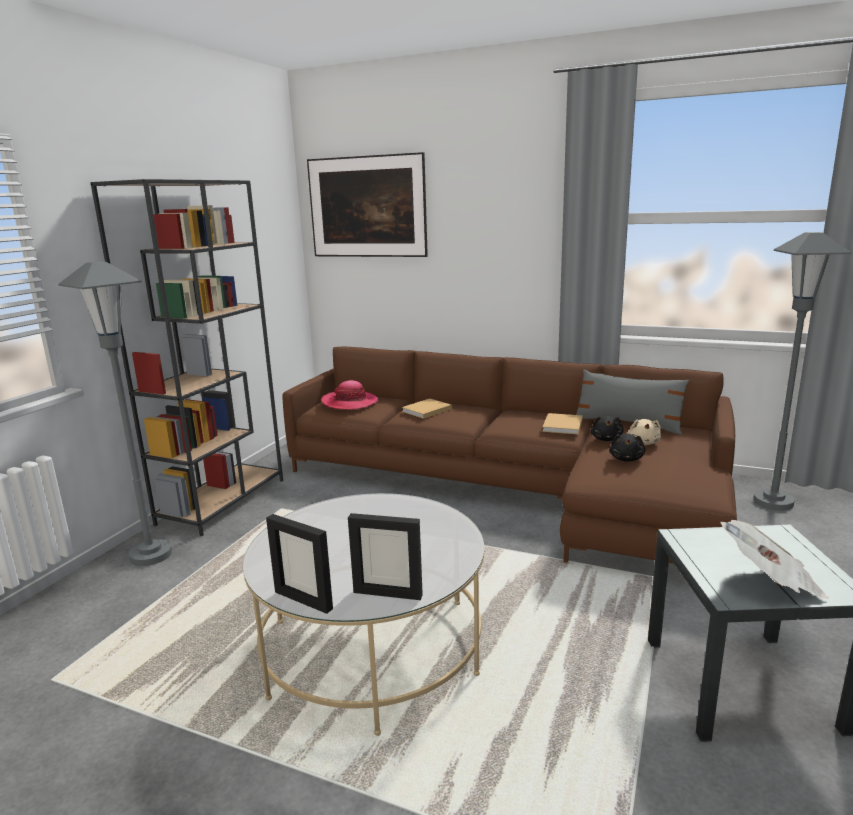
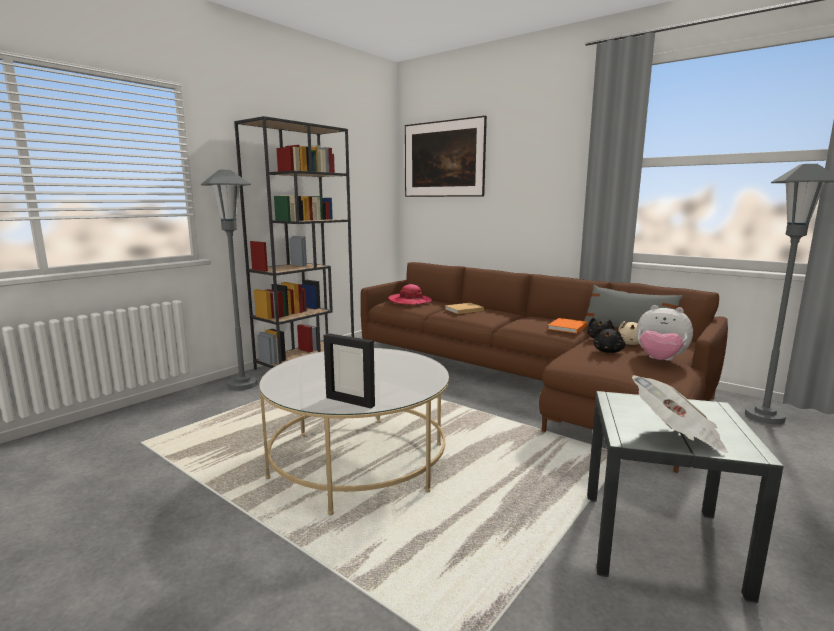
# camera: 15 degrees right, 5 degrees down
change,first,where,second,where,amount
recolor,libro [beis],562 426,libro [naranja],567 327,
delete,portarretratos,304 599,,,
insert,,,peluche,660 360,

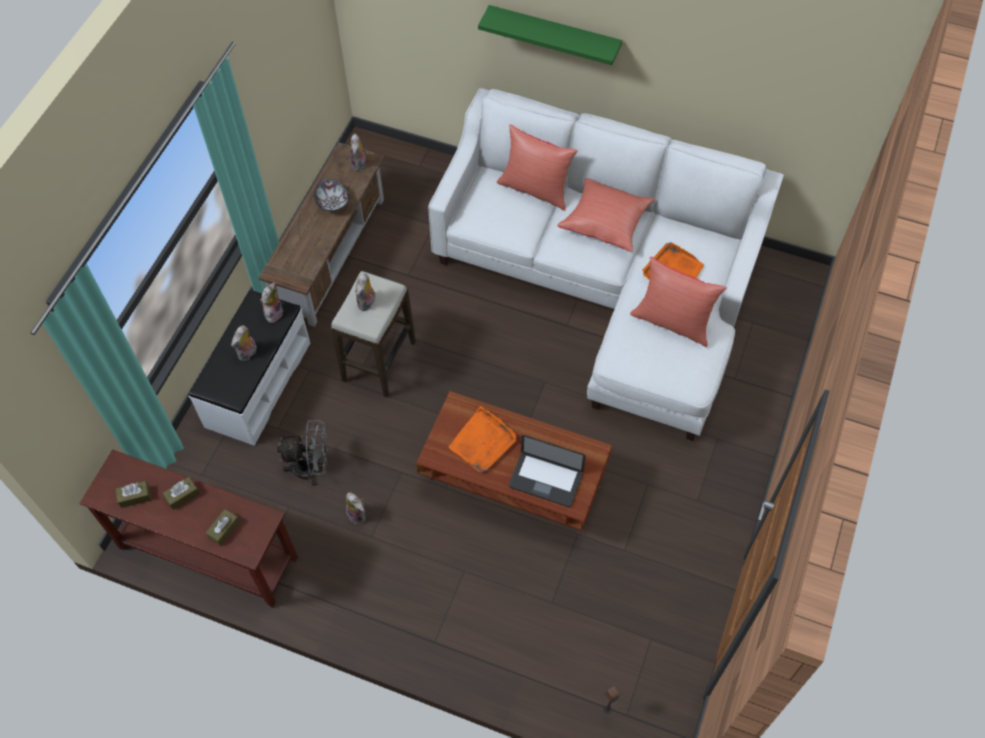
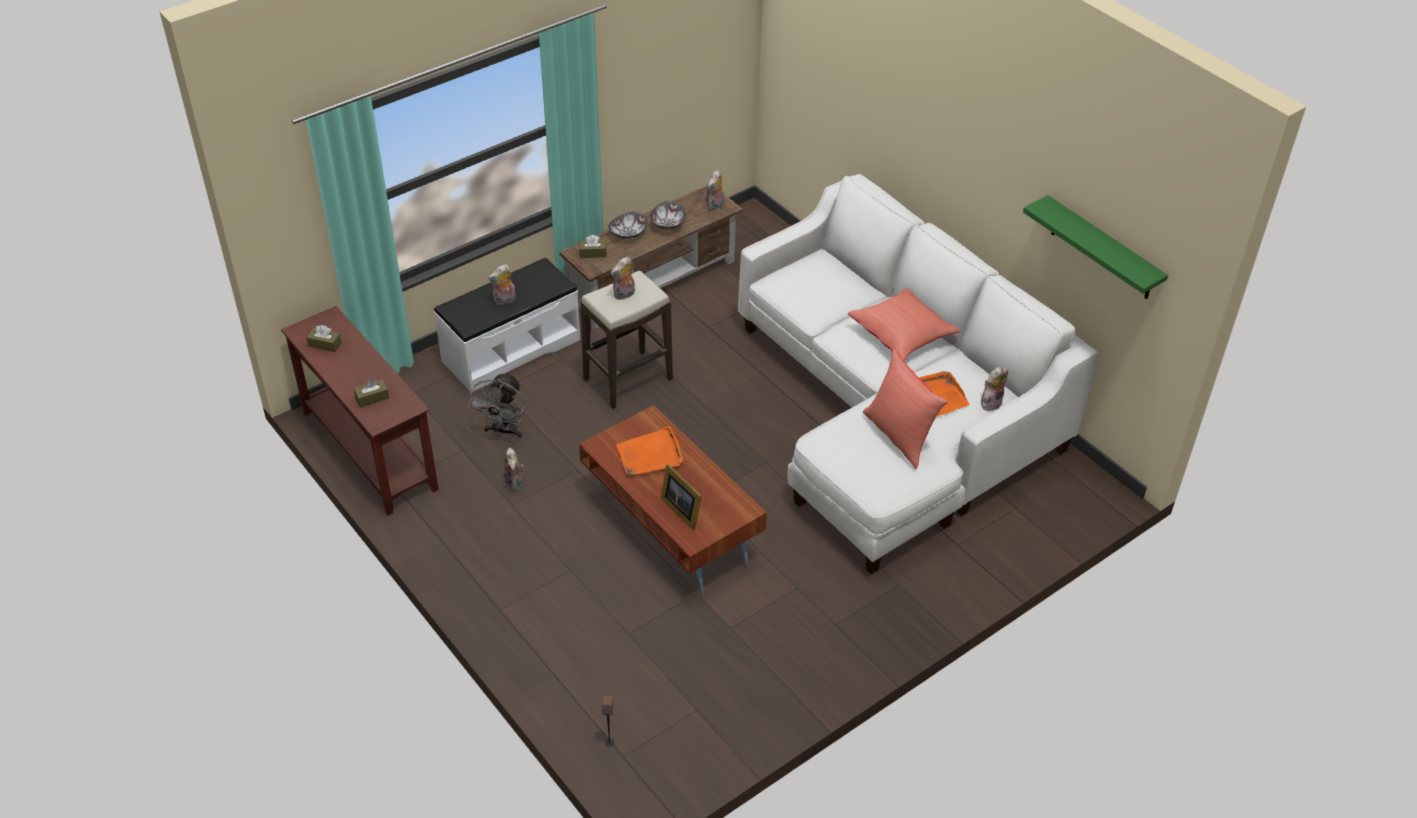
# camera: 30 degrees right, 15 degrees down
change,first,where,second,where,amount
move,estante [verde],554 35,,1102 249,
delete,cojín [rojo],535 189,,,
move,peluche,273 312,,990 402,
rotate,ventilador [gris],311 468,,504 431,75 degrees clockwise
replace,portátil,545 480,portarretratos,682 509,
move,caja de pañuelos [marrón],183 496,,593 253,
insert,,,cuenco,628 234,

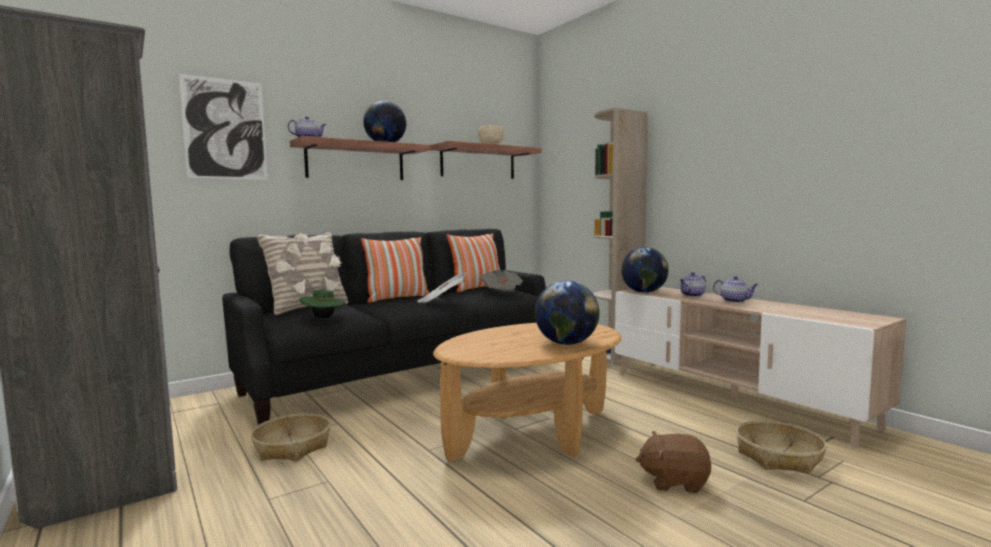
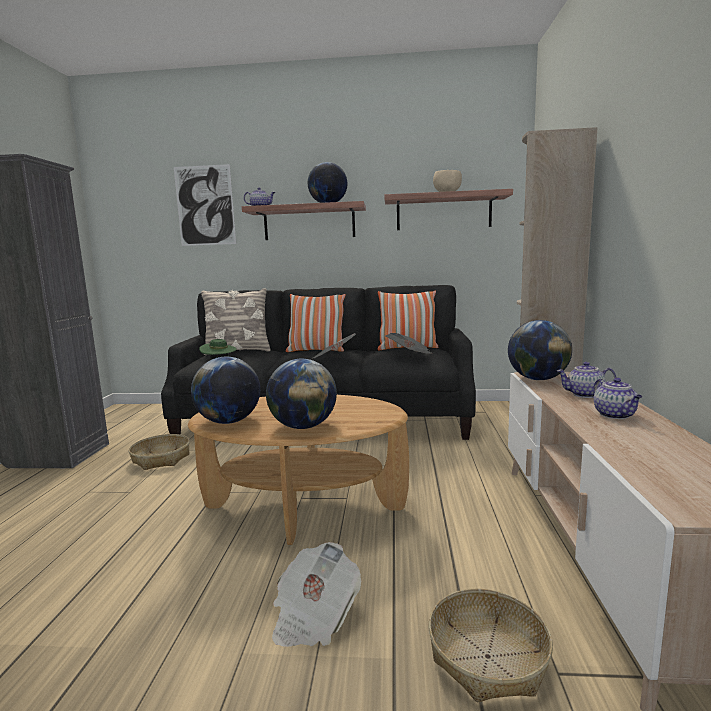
# camera: 40 degrees right, 5 degrees up
change,first,where,second,where,amount
replace,peluche [marrón],674 481,periódico,314 616,
insert,,,globo terráqueo,229 421,

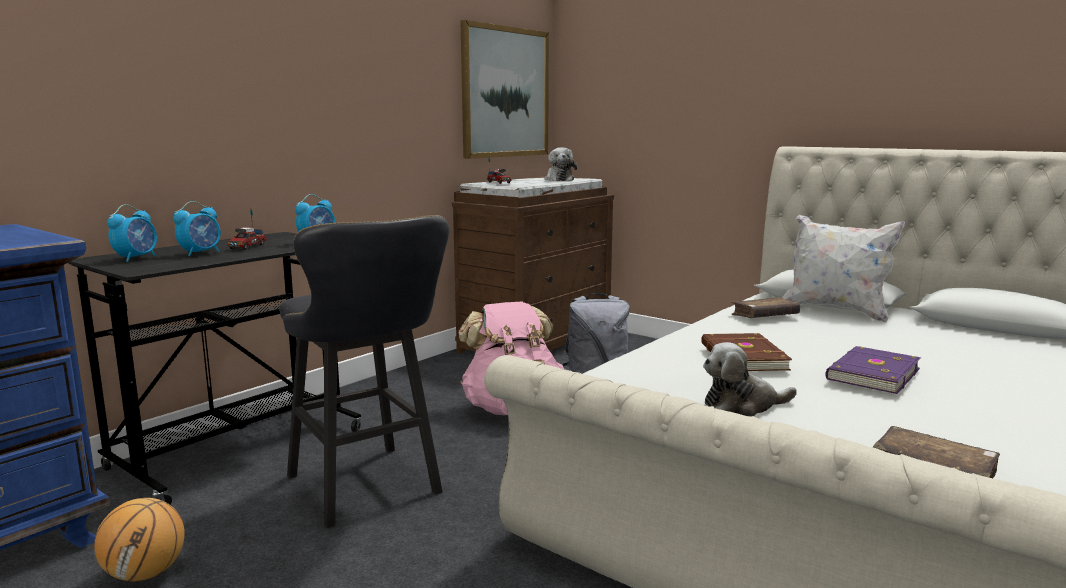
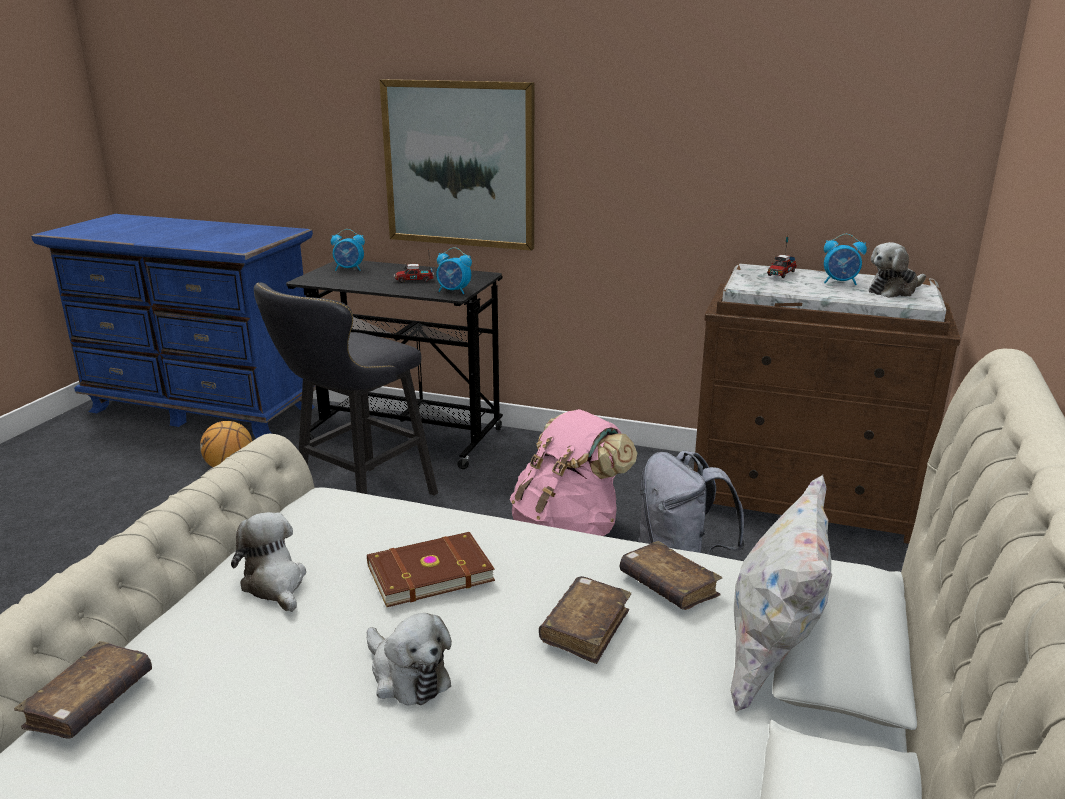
# camera: 70 degrees right, 10 degrees up
change,first,where,second,where,amount
move,cuadro,505 92,,459 164,
move,despertador,201 253,,840 282,
replace,libro [morado],871 374,peluche,407 675,
insert,,,libro [marrón],585 628,

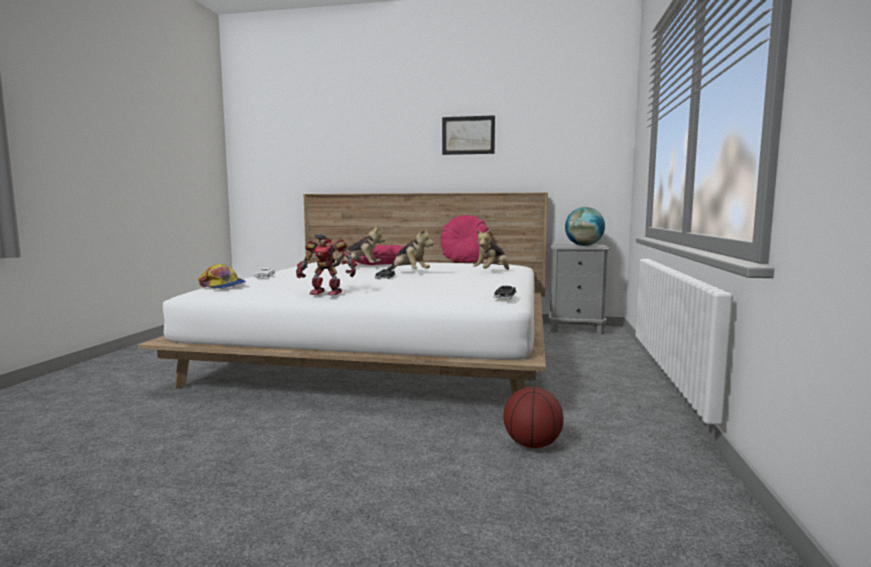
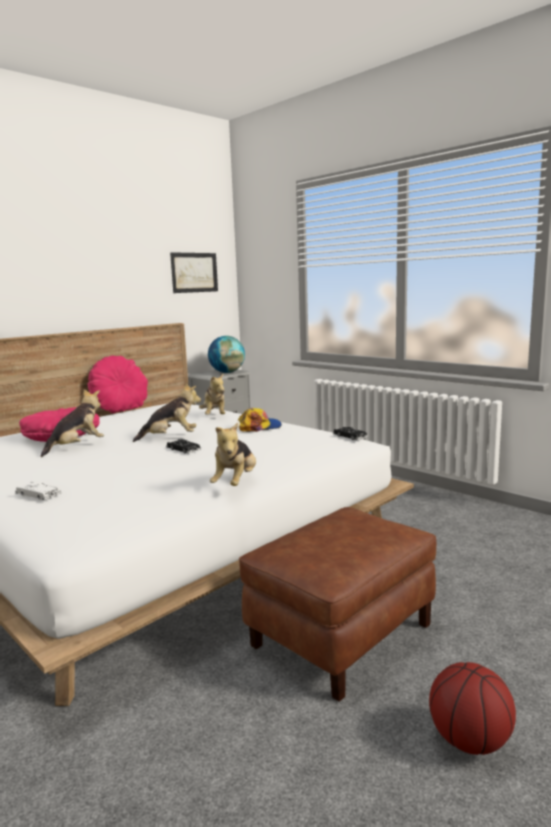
# camera: 55 degrees left, 5 degrees up
change,first,where,second,where,amount
move,cuadro,468 135,,194 272,
replace,robot de juguete,326 293,peluche,236 483,
move,gorra,222 285,,259 427,
move,balón de baloncesto,532 444,,469 740,
insert,,,puf [marrón],341 634,

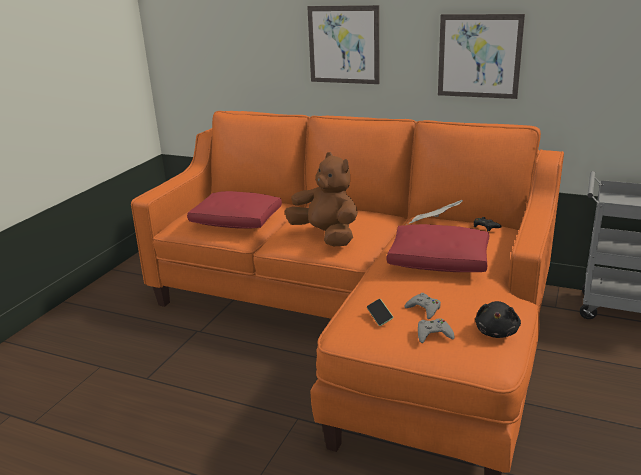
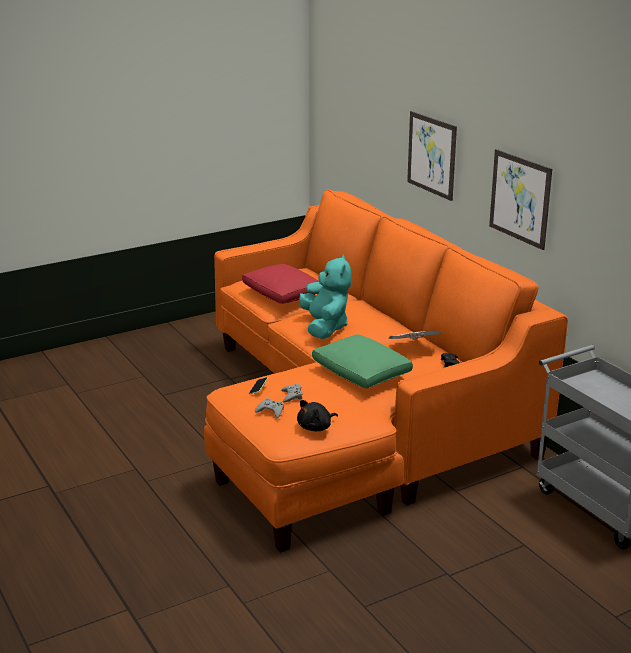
# camera: 35 degrees right, 0 degrees up
change,first,where,second,where,amount
recolor,peluche [marrón],326 236,peluche [turquesa],325 327,
recolor,cojín [rojo],439 262,cojín [verde],362 373,

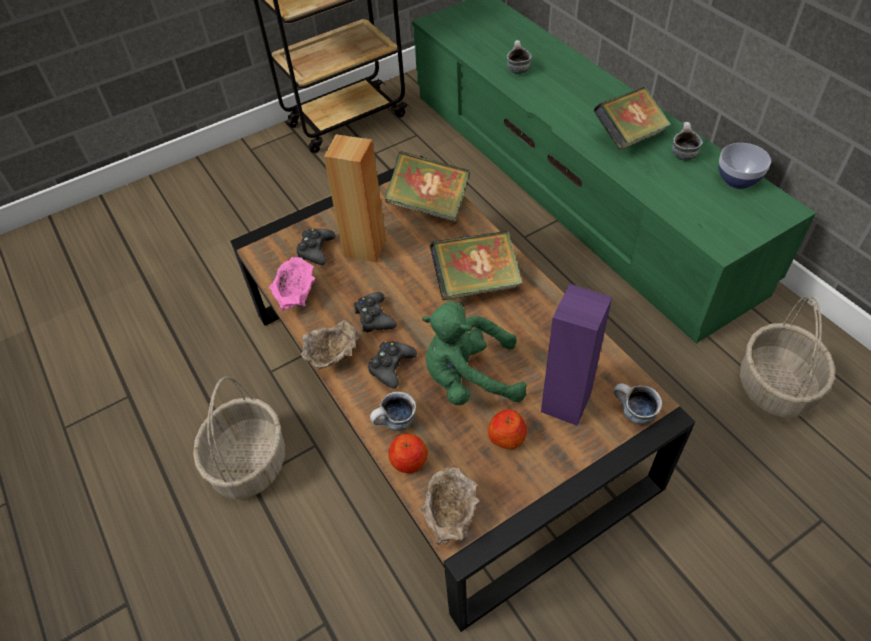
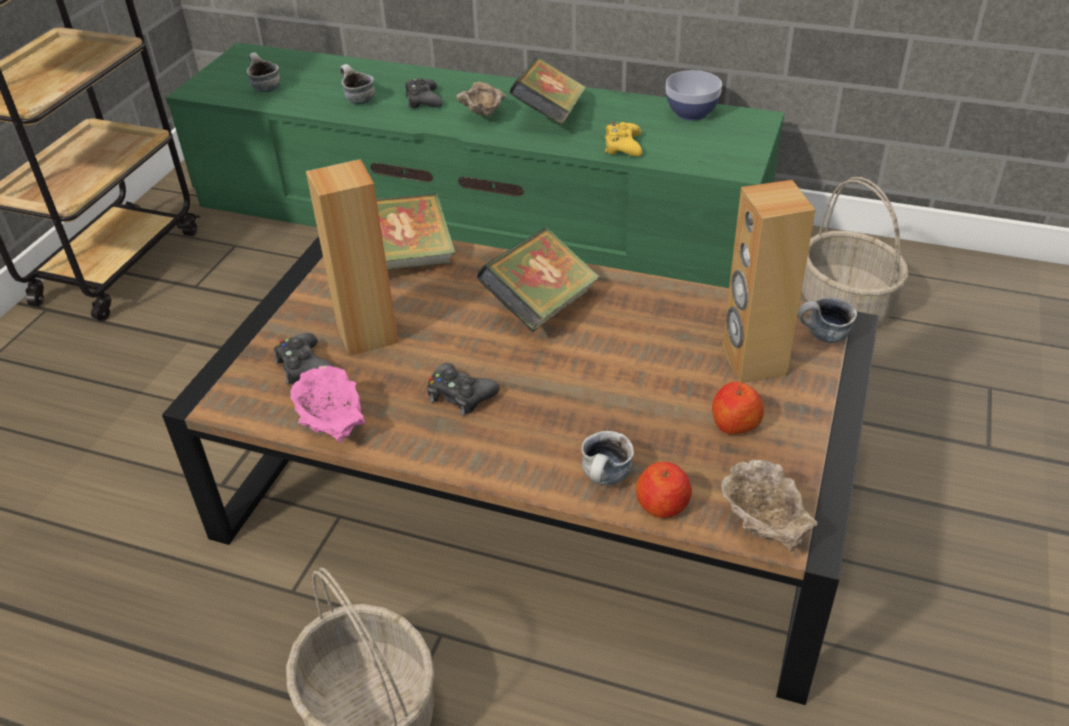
# camera: 40 degrees left, 10 degrees down
change,first,where,second,where,amount
move,taza grande,682 153,,264 88,
recolor,altavoz [morado],565 402,altavoz [marrón],753 362,
delete,peluche [verde],469 378,,,
move,cuenco [beis],334 357,,483 116,
move,mando de consola [negro],391 367,,423 100,
insert,,,mando de consola [amarillo],623 146,

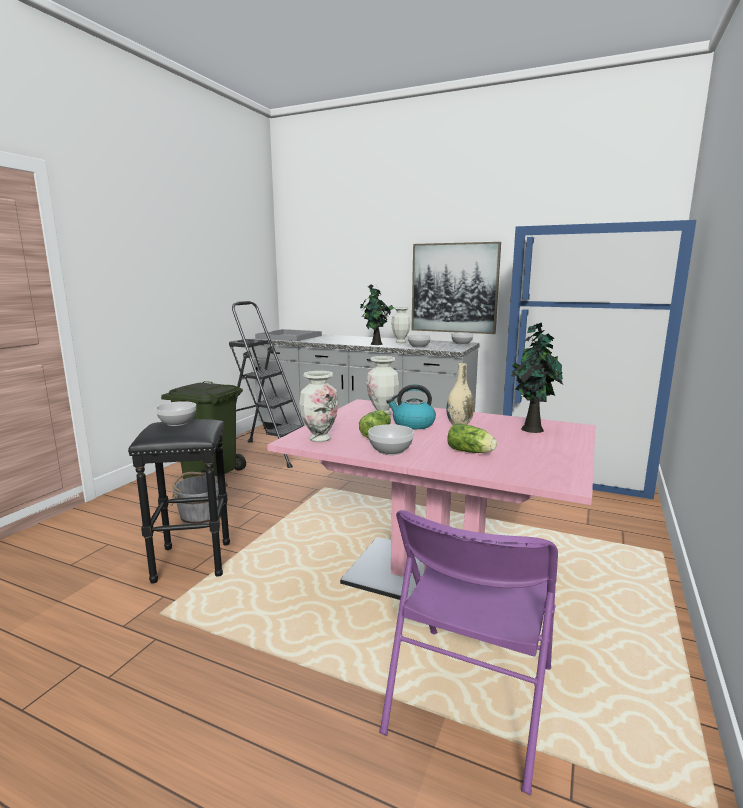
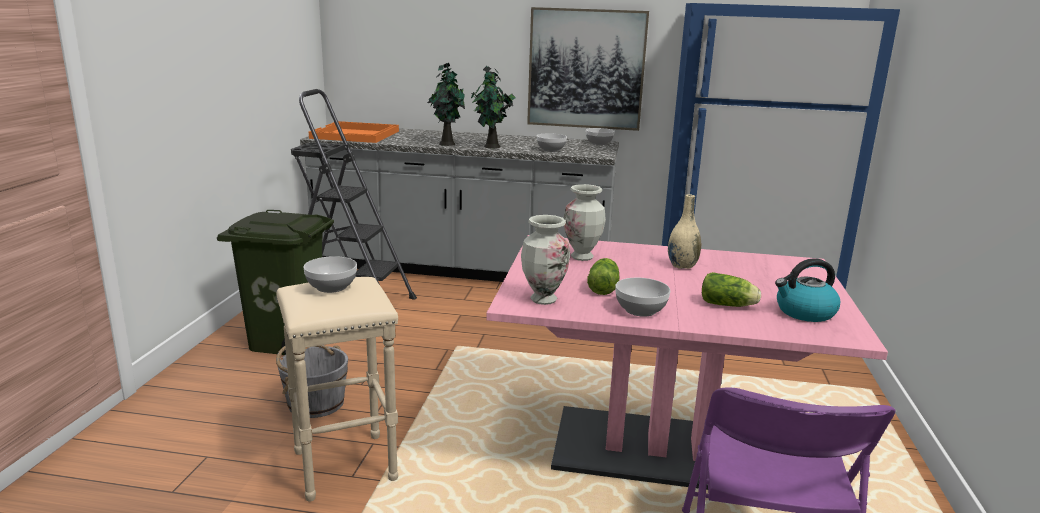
# camera: 15 degrees left, 5 degrees up
change,first,where,second,where,amount
delete,florero,400 342,,,
move,planta en maceta,531 428,,446 144,
recolor,bandeja [gris],289 337,bandeja [naranja],356 135,
move,hervidor,412 424,,804 312,
recolor,taburete [negro],191 560,taburete [beis],342 465,

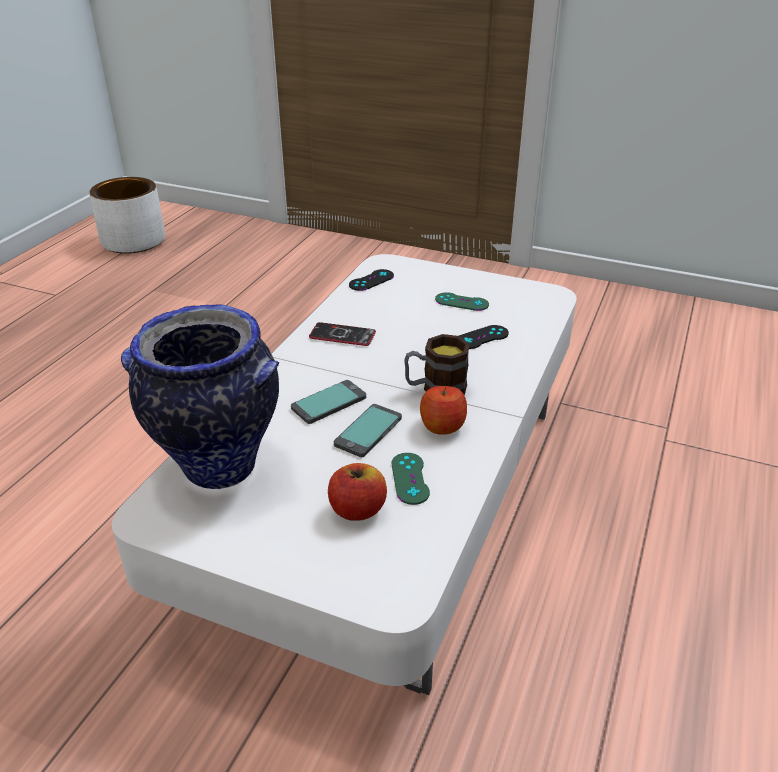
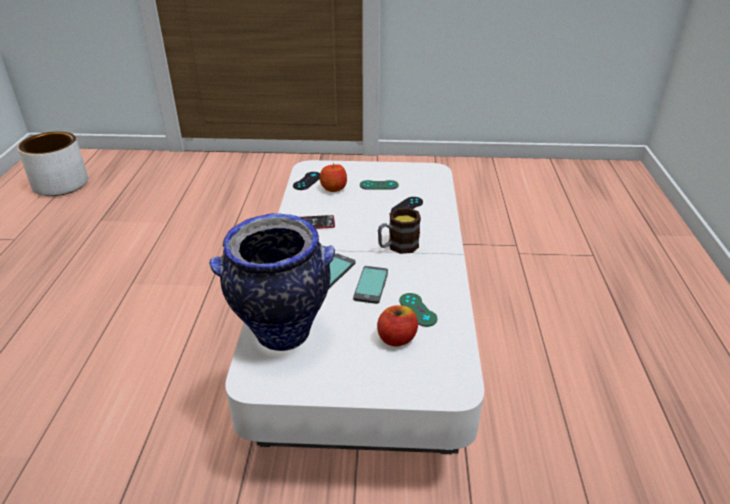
# camera: 20 degrees left, 0 degrees up
change,first,where,second,where,amount
move,manzana,442 426,,333 188,

